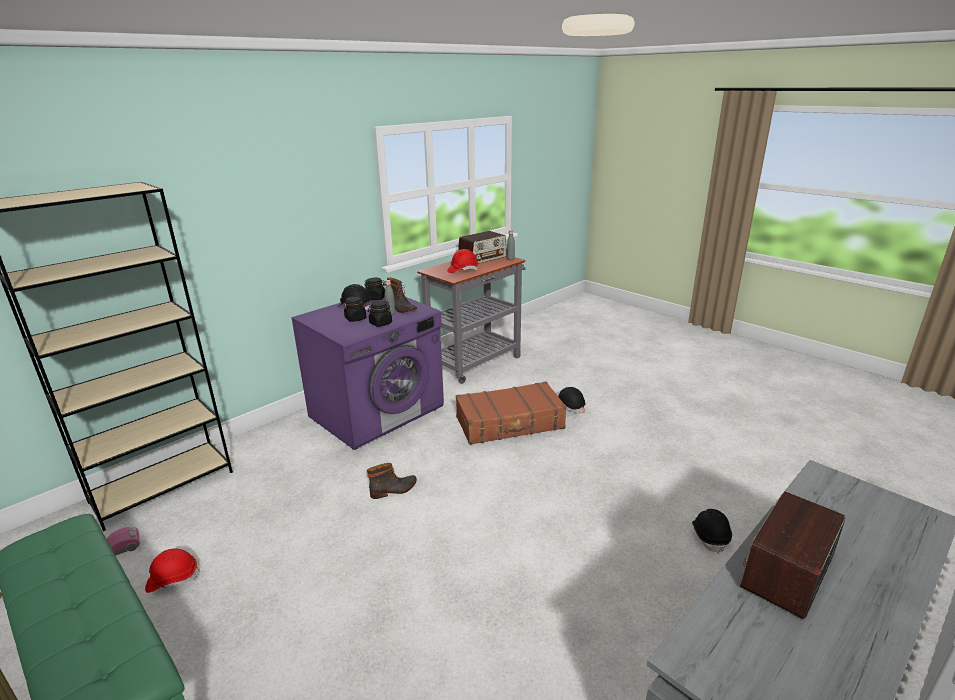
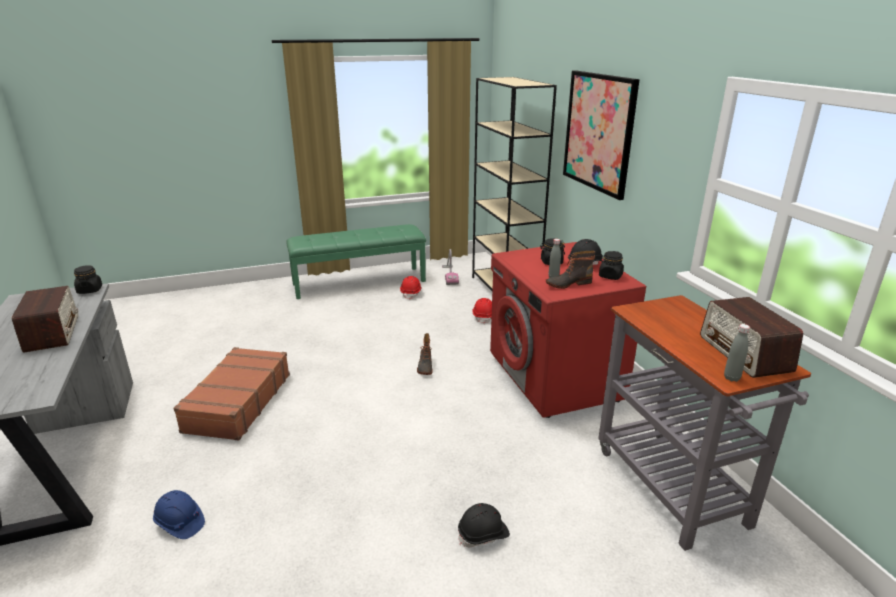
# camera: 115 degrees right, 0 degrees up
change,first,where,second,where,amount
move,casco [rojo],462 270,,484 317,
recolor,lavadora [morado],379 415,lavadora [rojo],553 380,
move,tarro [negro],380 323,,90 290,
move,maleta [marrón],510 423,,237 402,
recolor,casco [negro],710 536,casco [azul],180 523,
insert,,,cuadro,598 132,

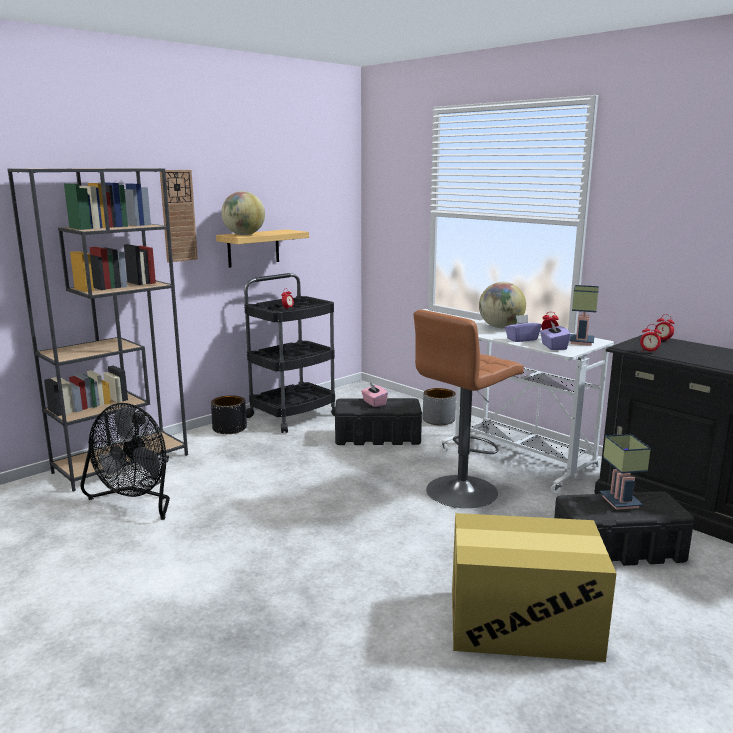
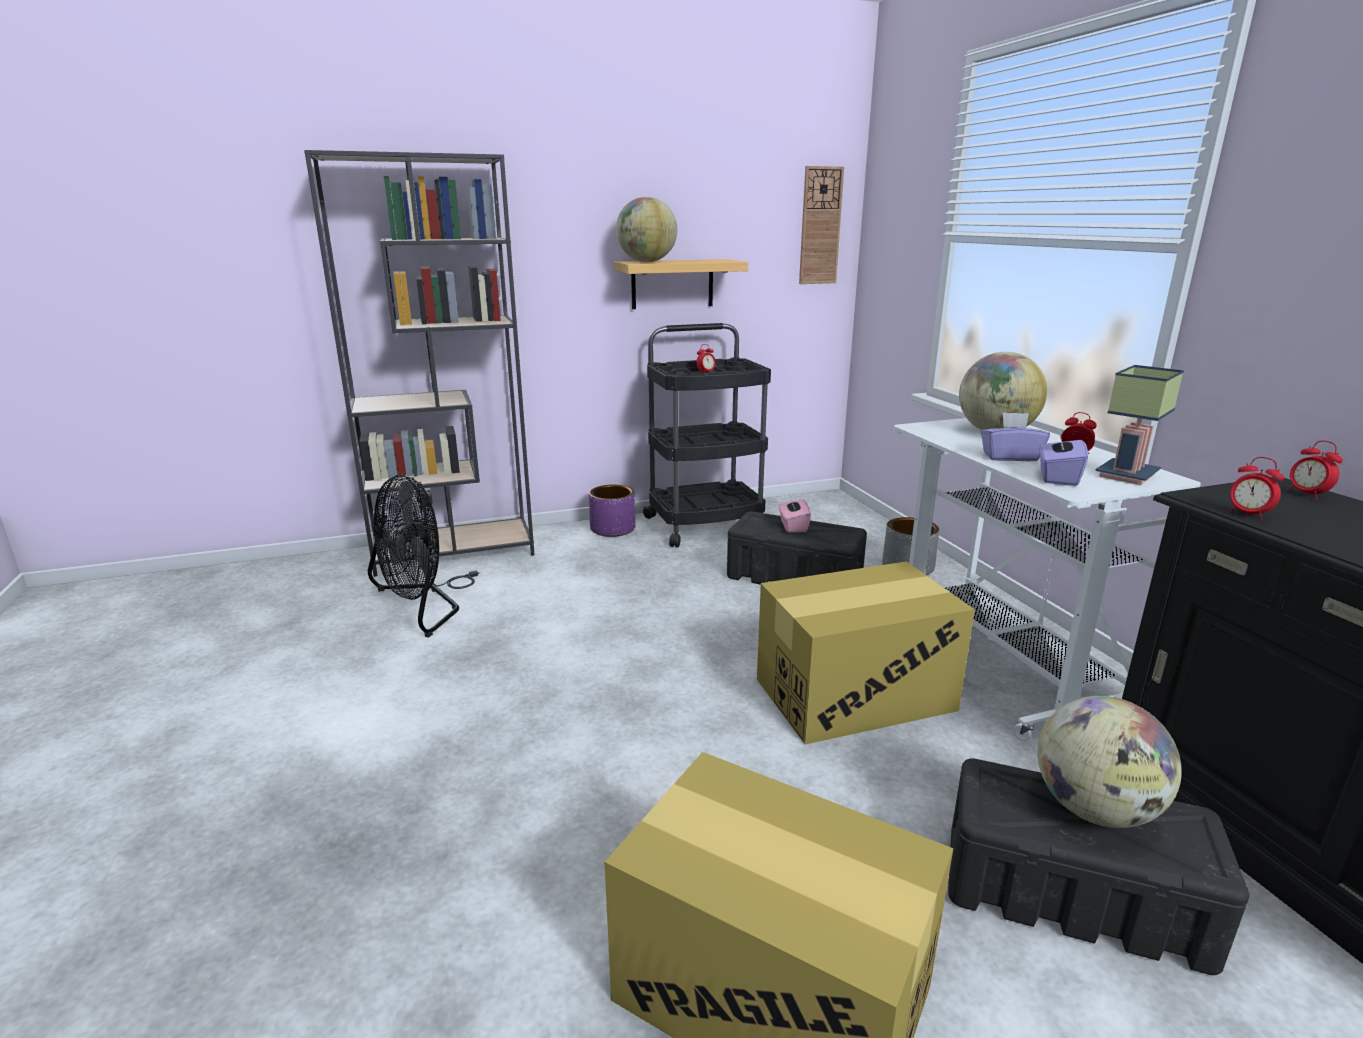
# camera: 25 degrees right, 5 degrees up
change,first,where,second,where,amount
move,reloj de pared,178 216,,820 226,
replace,taburete [marrón],460 491,caja de cartón,853 694,
recolor,maceta [negro],229 428,maceta [morado],612 529,
replace,lámpara de mesa,622 502,globo terráqueo,1094 810,

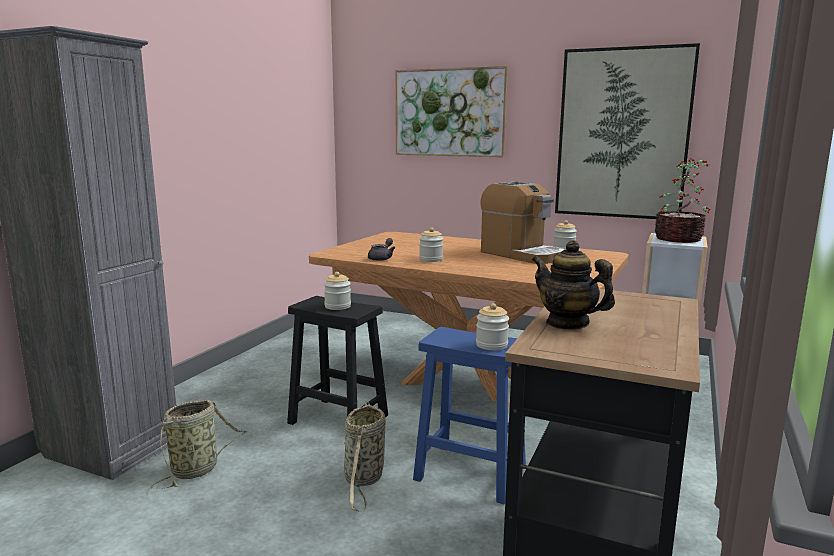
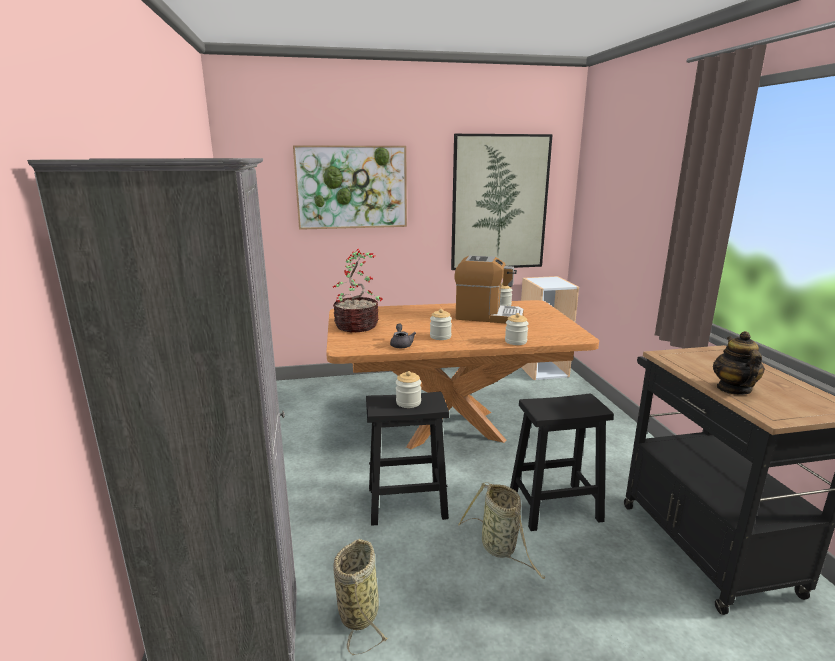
# camera: 35 degrees left, 5 degrees up
change,first,where,second,where,amount
move,planta en maceta,679 239,,357 326,
rotate,tetera,567 323,,733 389,90 degrees clockwise
move,tarro,491 345,,515 341,
recolor,taburete [azul],468 472,taburete [negro],553 507,

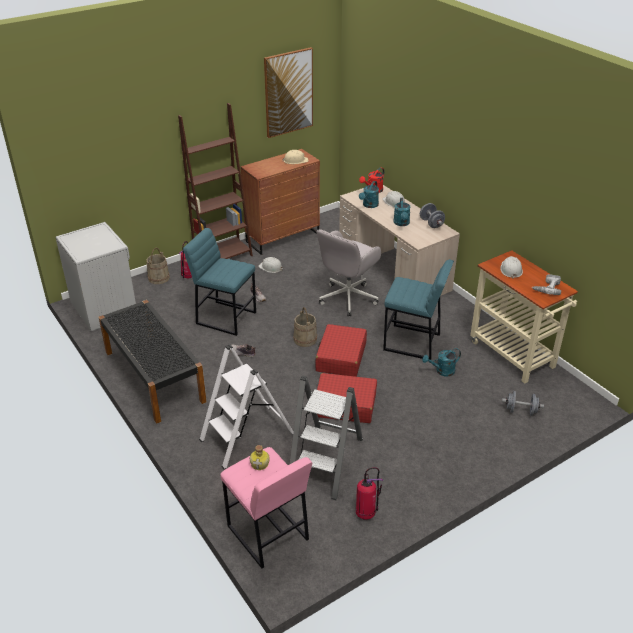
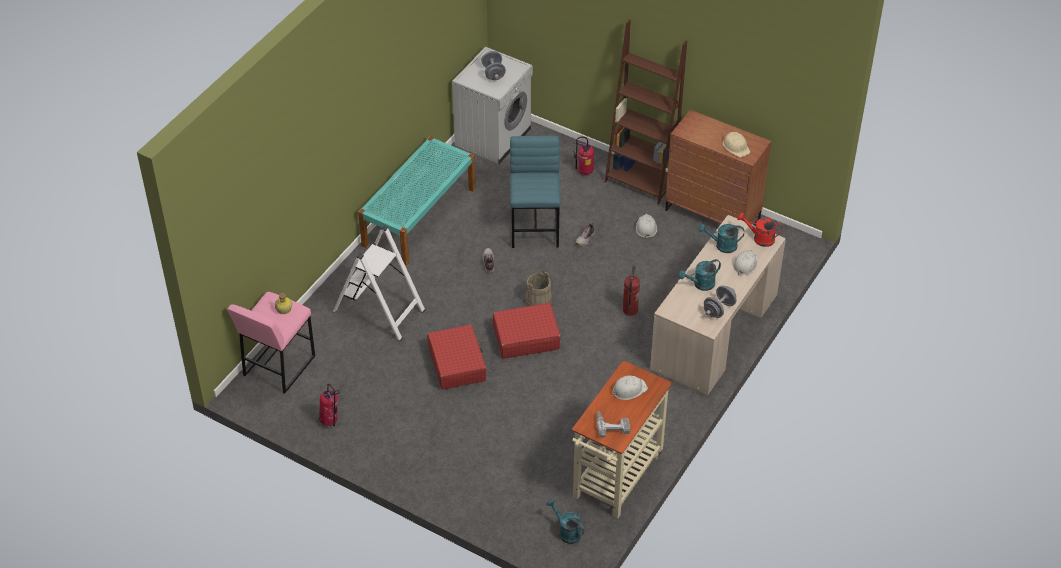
# camera: 65 degrees right, 10 degrees up
change,first,where,second,where,amount
delete,cuadro,288 92,,,
replace,silla de oficina [gris],347 299,extintor,629 310,
delete,cubo [beis],158 278,,,
delete,taburete [azul],413 342,,,
recolor,banco [negro],153 376,banco [turquesa],418 217,
move,regadera [turquesa],442 371,,566 531,
delete,escalera de tijera [gris],326 461,,,
move,mancuerna [gris],521 411,,493 73,

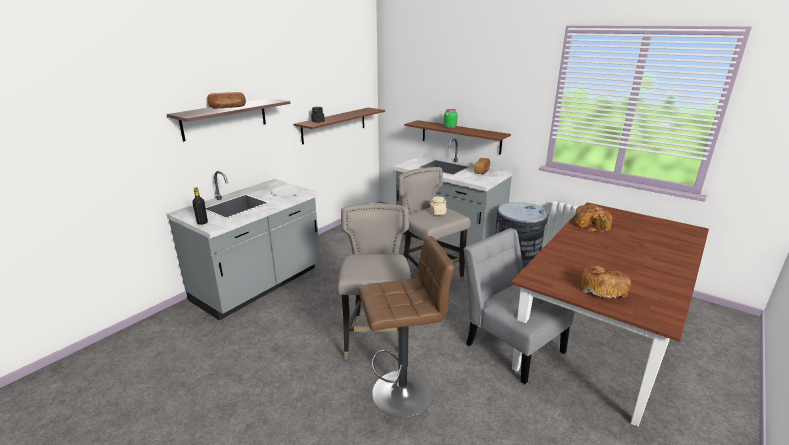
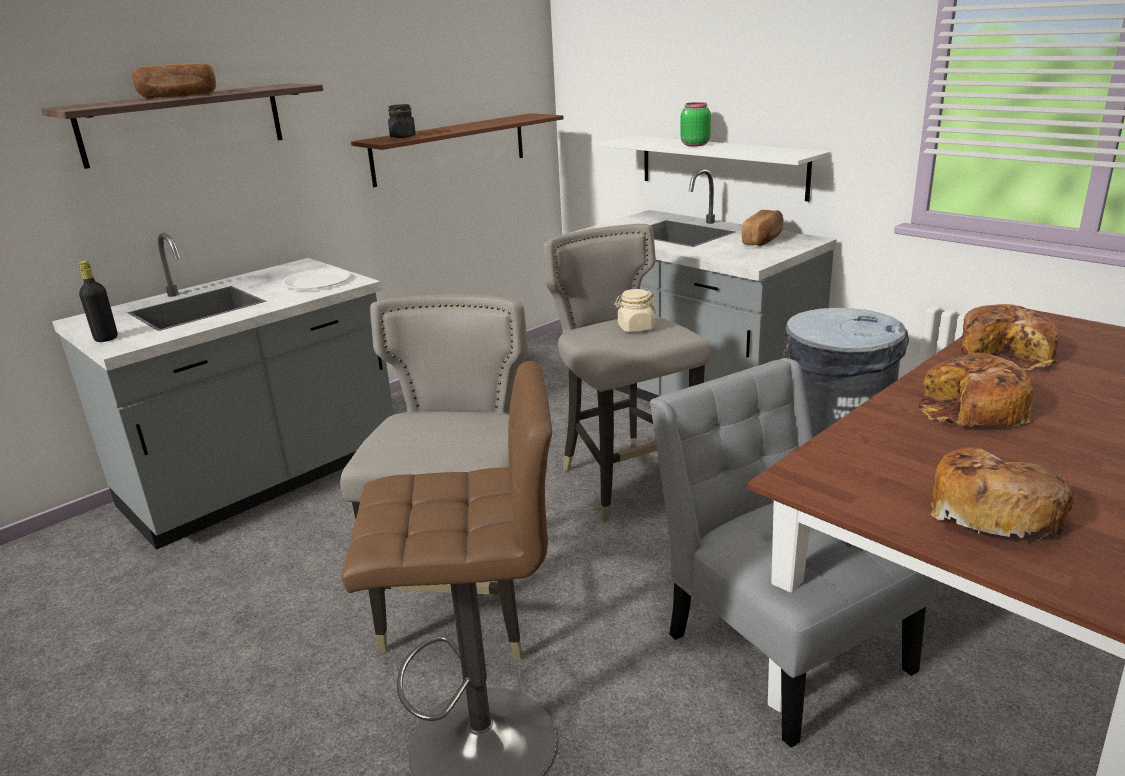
# camera: 10 degrees right, 0 degrees up
change,first,where,second,where,amount
recolor,estante [marrón],460 136,estante [blanco],721 166,
insert,,,pan,971 411,

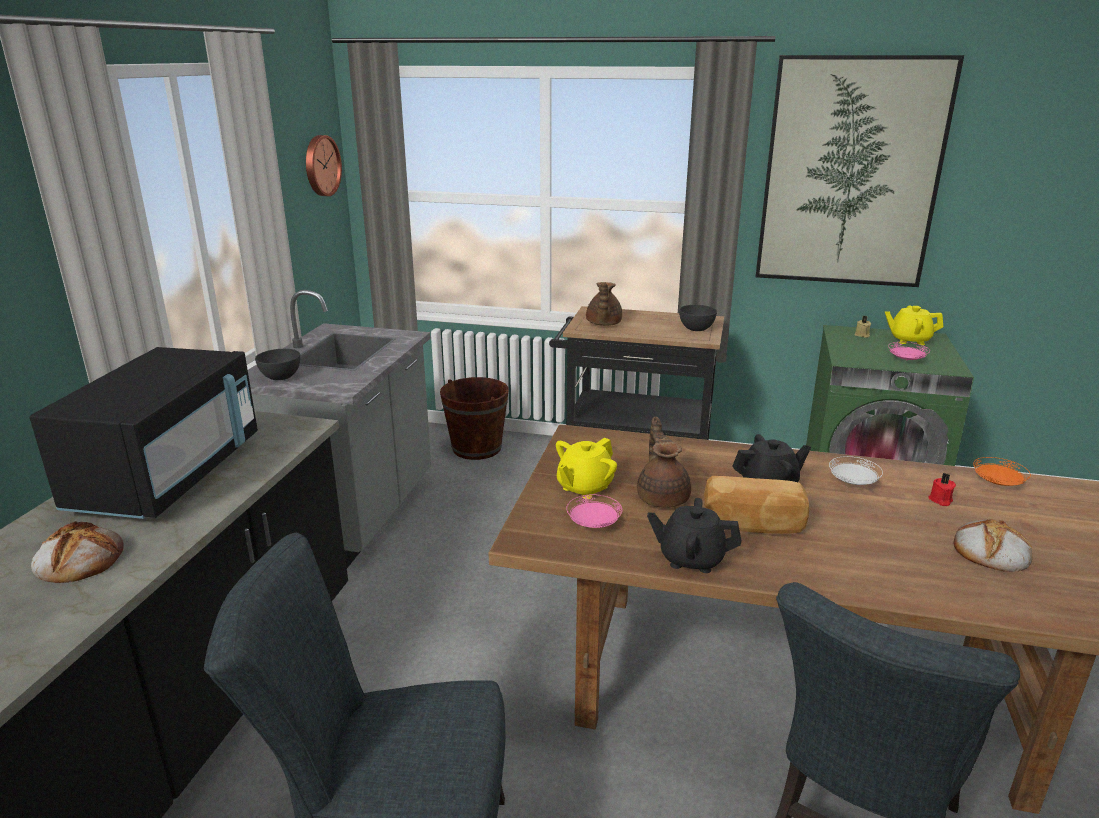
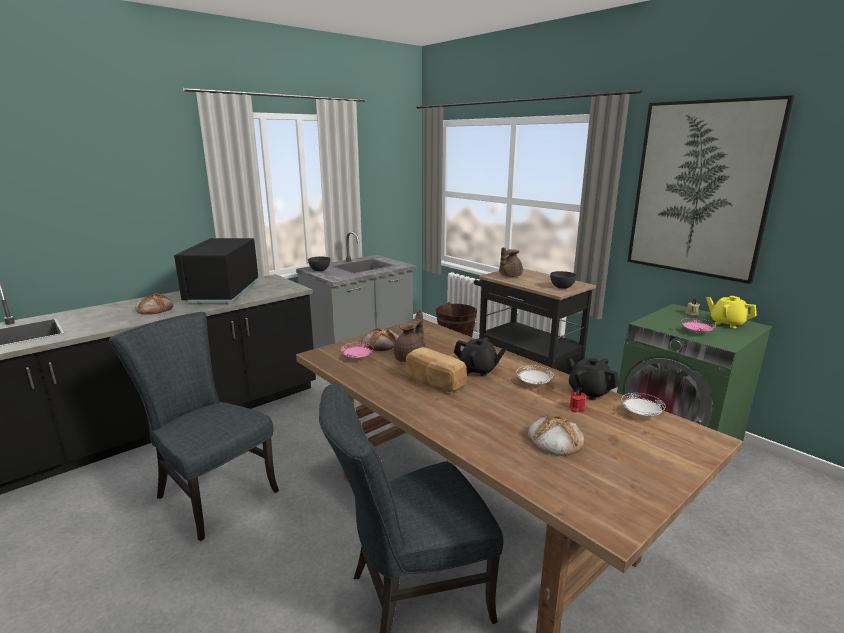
# camera: 35 degrees right, 5 degrees down
change,first,where,second,where,amount
delete,reloj de pared,321 165,,,
rotate,microondas [negro],169 476,,223 293,135 degrees clockwise
replace,tetera [amarillo],584 487,pan,381 344,
recolor,plato [naranja],997 483,plato [blanco],641 414,
move,tetera [negro],691 559,,589 392,

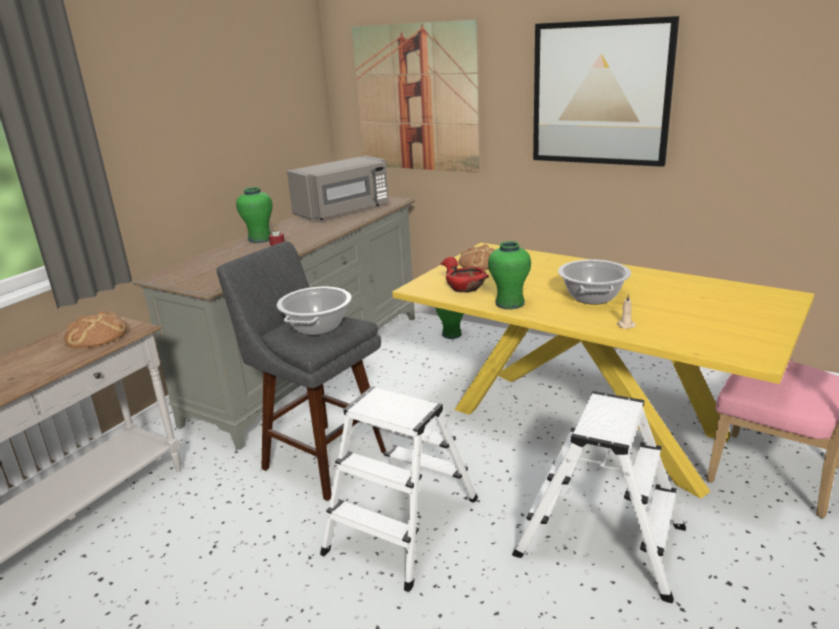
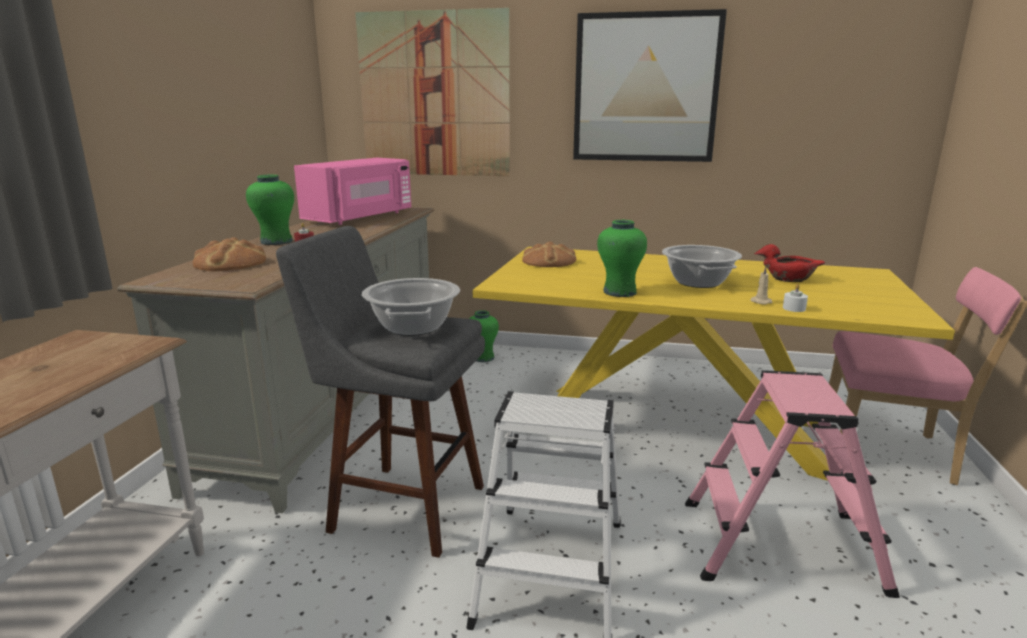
# camera: 20 degrees left, 5 degrees down
change,first,where,second,where,amount
recolor,microondas [gris],344 211,microondas [rosa],361 217,
move,cuenco [rojo],466 288,,789 278,
move,pan,97 335,,230 263,
recolor,escalera de tijera [blanco],600 541,escalera de tijera [rosa],780 545,
insert,,,vela [blanco],794 308,

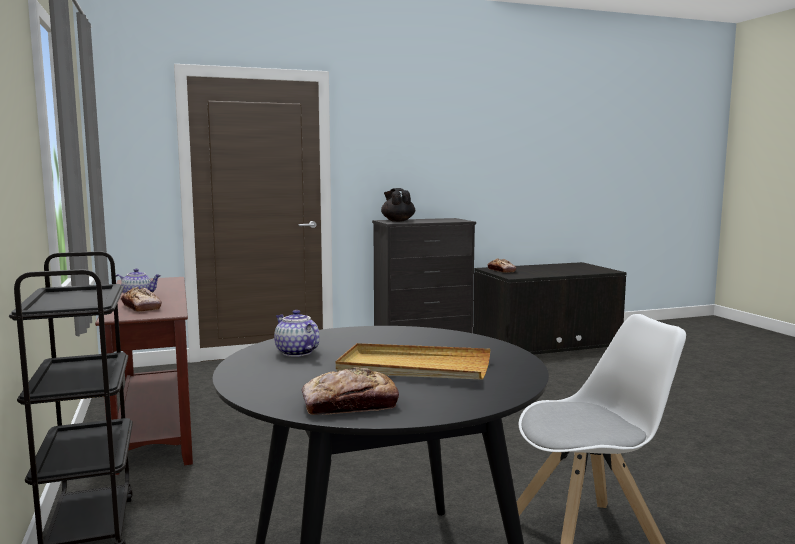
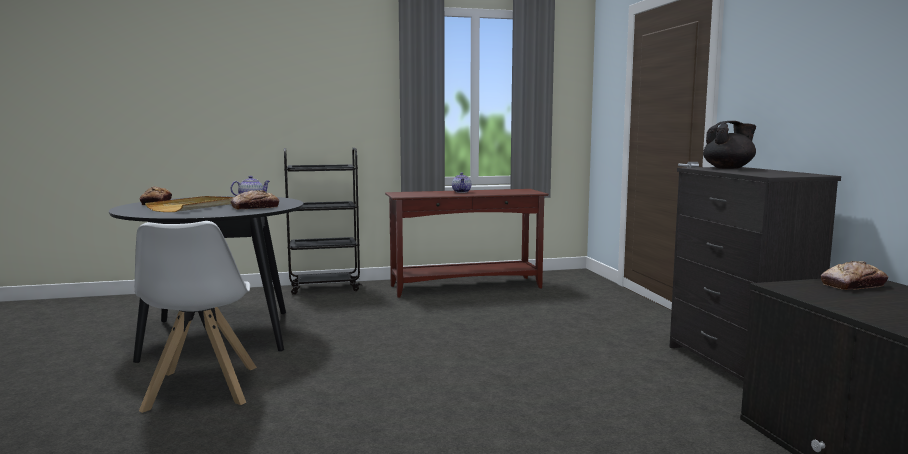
# camera: 95 degrees right, 0 degrees up
change,first,where,second,where,amount
move,pan,141 307,,255 207,

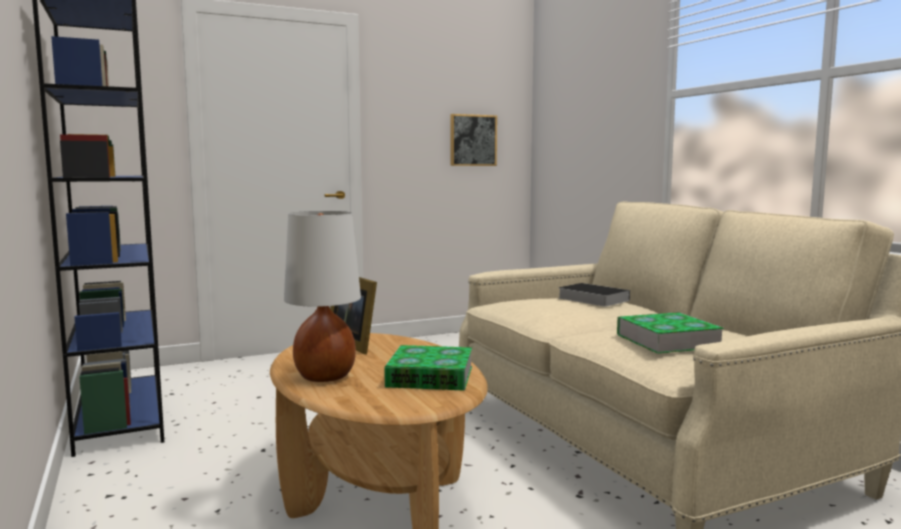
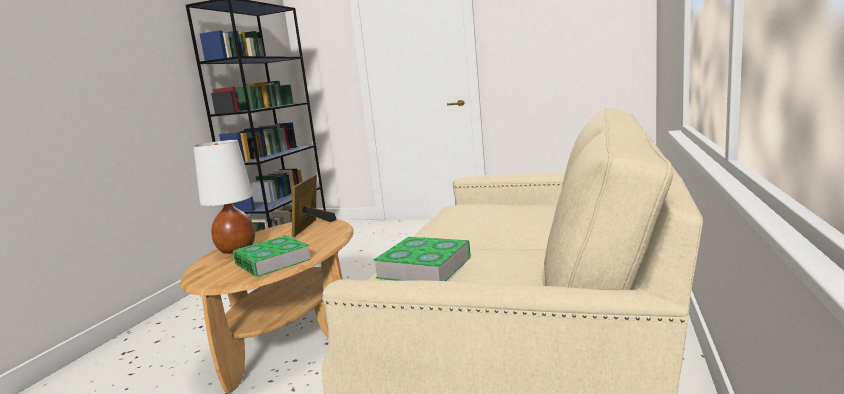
# camera: 45 degrees right, 5 degrees up
change,first,where,second,where,amount
delete,cuadro,473 140,,,
delete,libro,591 299,,,

